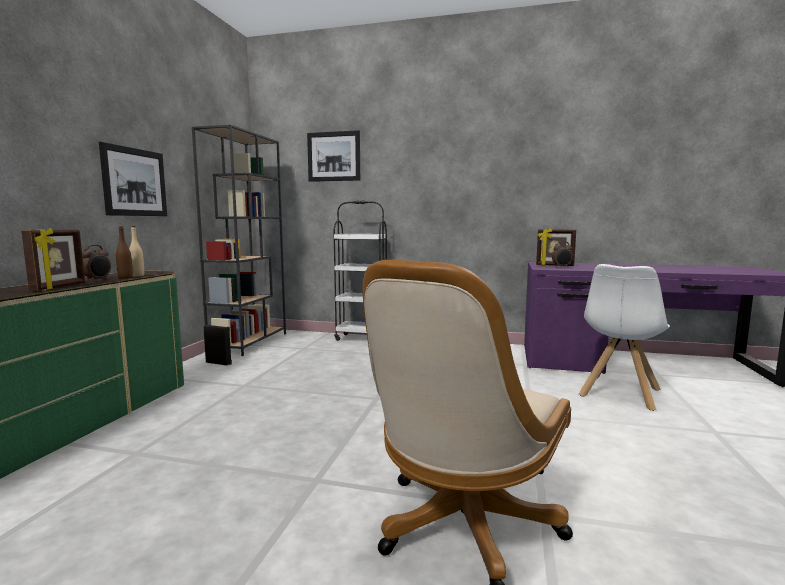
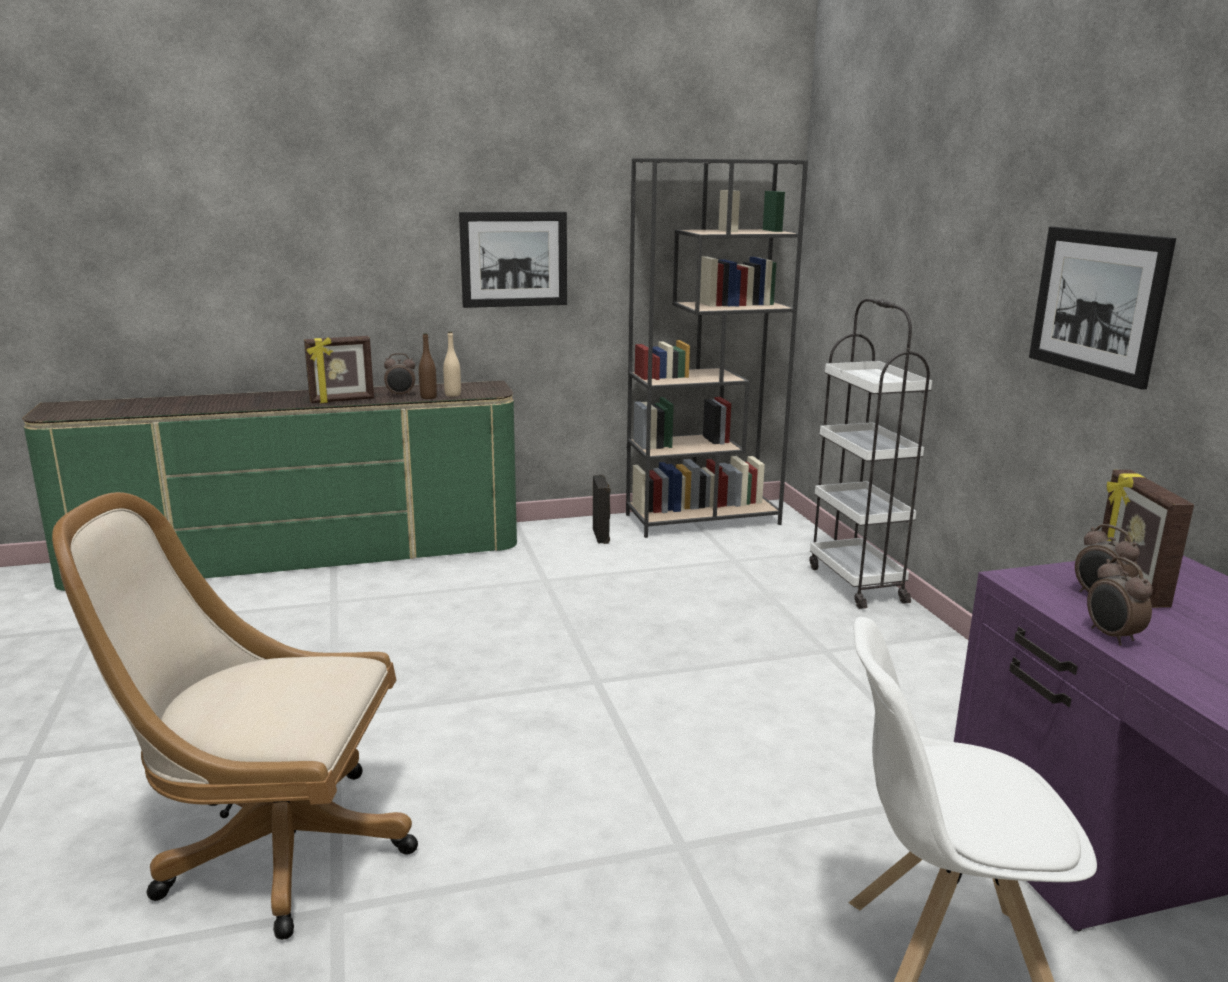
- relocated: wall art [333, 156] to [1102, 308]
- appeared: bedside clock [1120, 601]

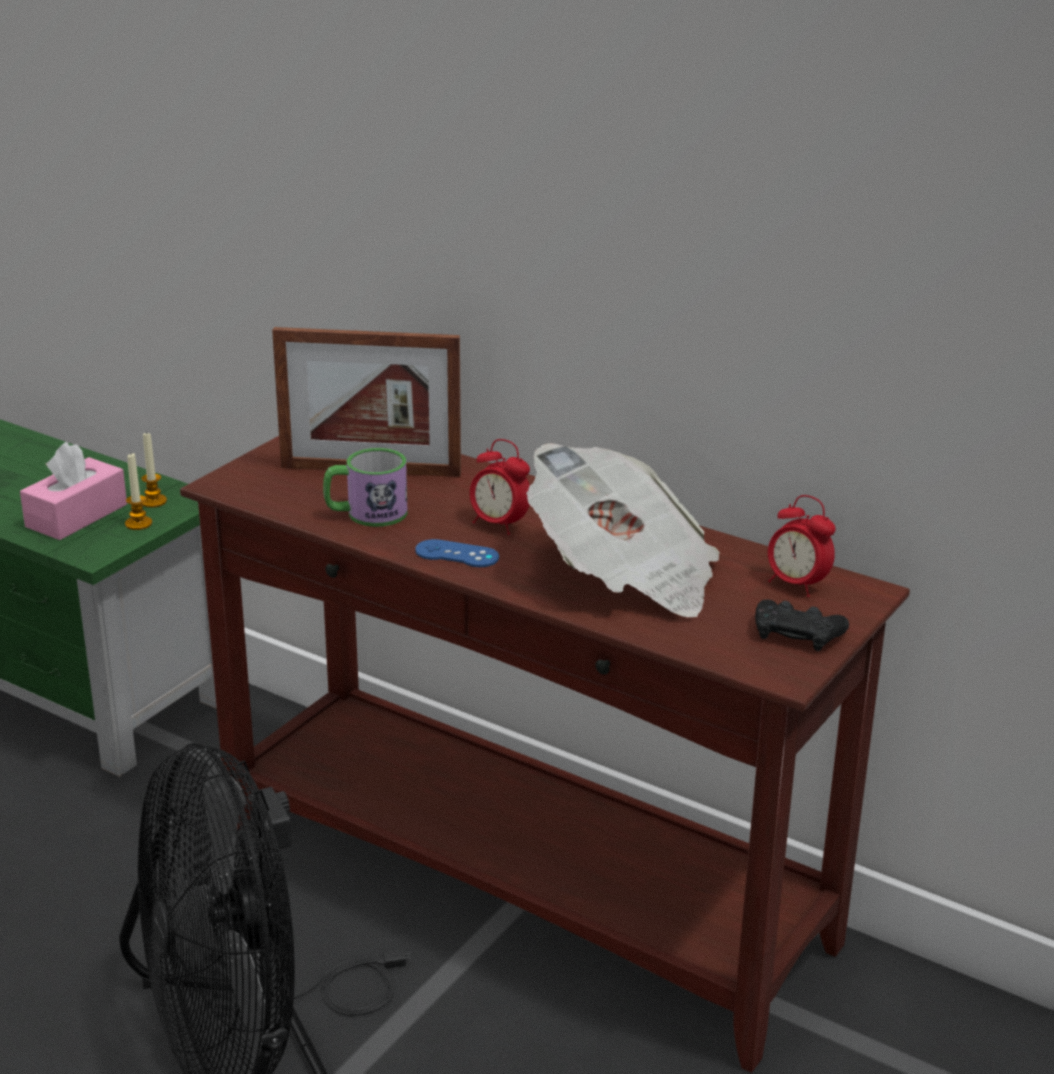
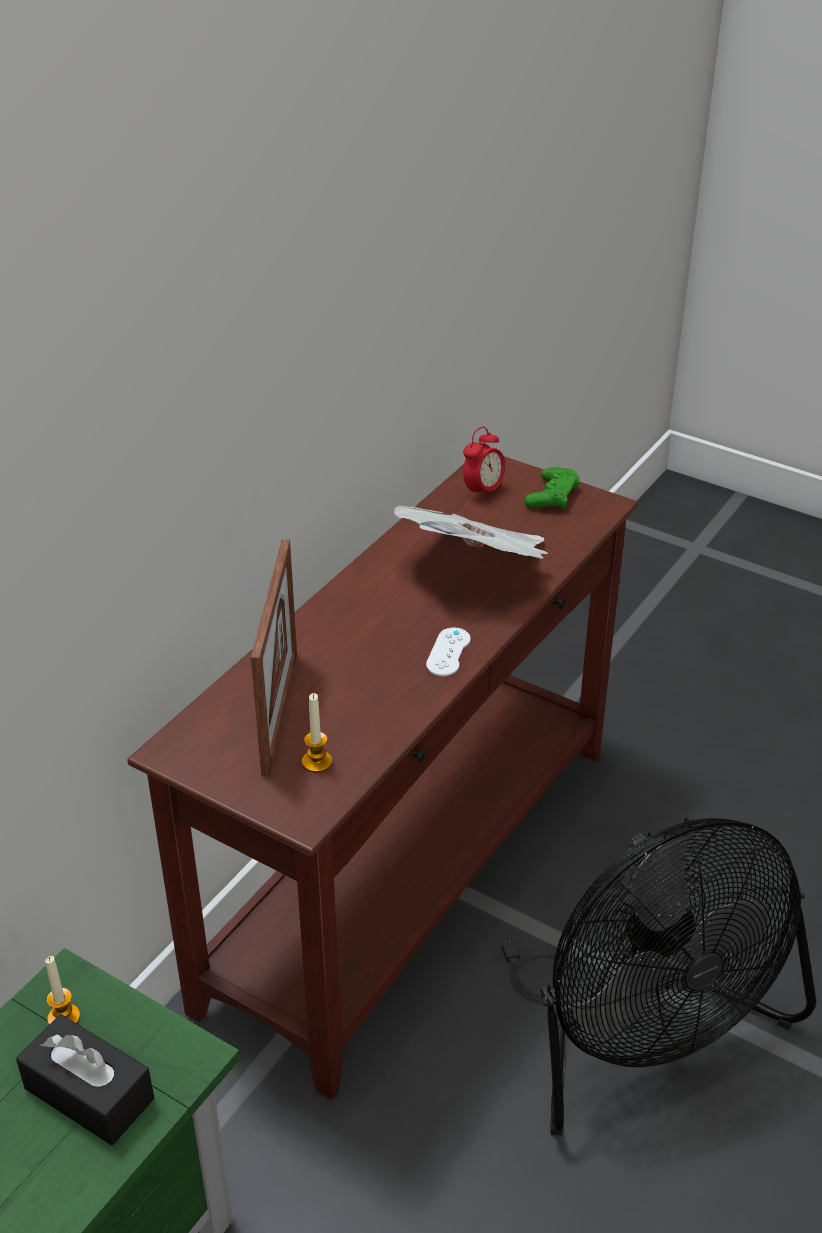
- colour: tissue holder (pink) [73, 491] to tissue holder (blackish) [85, 1079]
- relocated: wax candle [138, 492] to [317, 733]
- colour: joypad (blue) [457, 553] to joypad (white-coloured) [448, 651]
- colour: joypad (blackish) [802, 625] to joypad (green-coloured) [552, 488]
- missing: mug [365, 487]
- missing: bedside clock [500, 487]

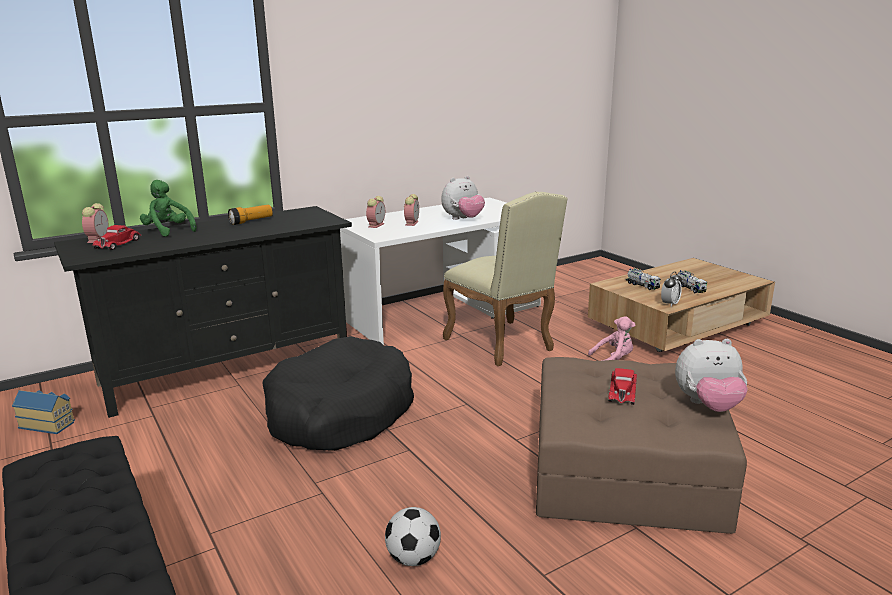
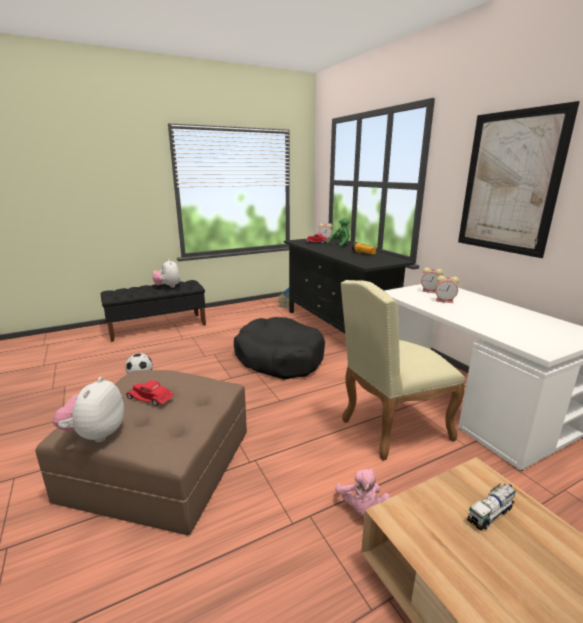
- relocated: cuddly toy [463, 198] to [166, 273]
- appeared: wall art [519, 179]
- missing: bedside clock [671, 289]
- missing: toy lorry [692, 281]

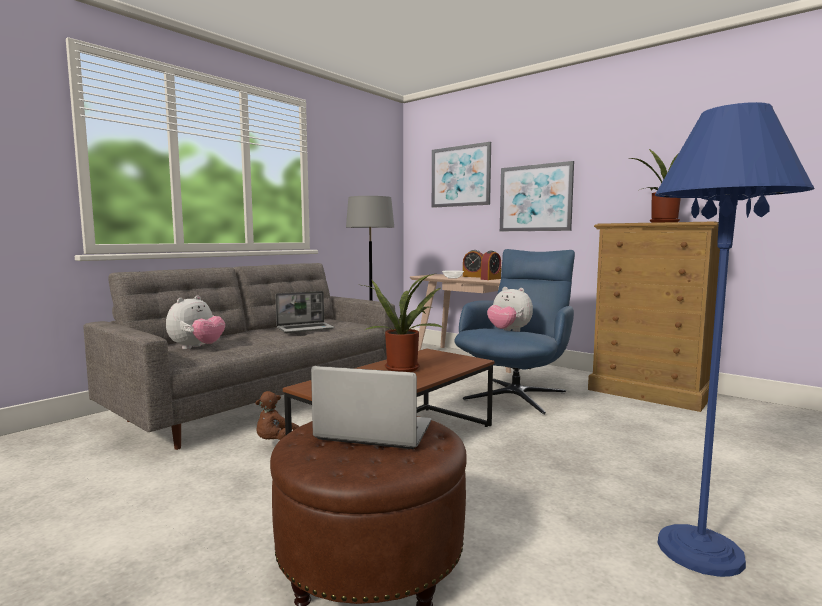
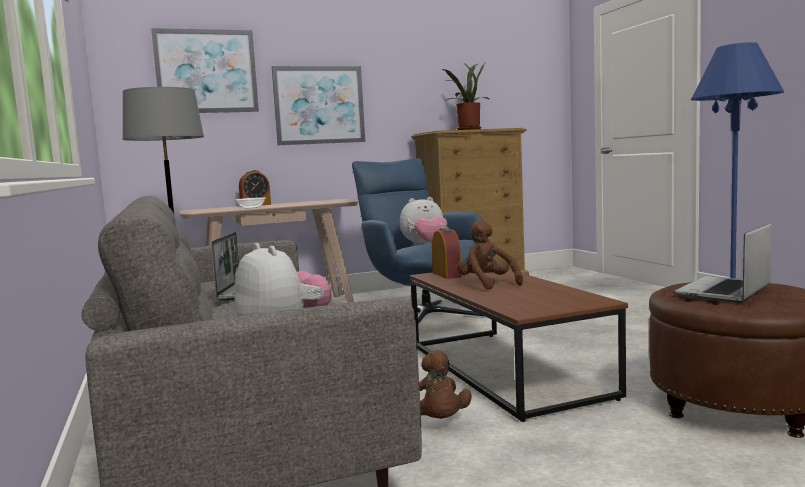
- relocated: bedside clock [491, 265] to [447, 253]
- exchanged: houseplant [403, 323] to cuddly toy (brown) [490, 255]

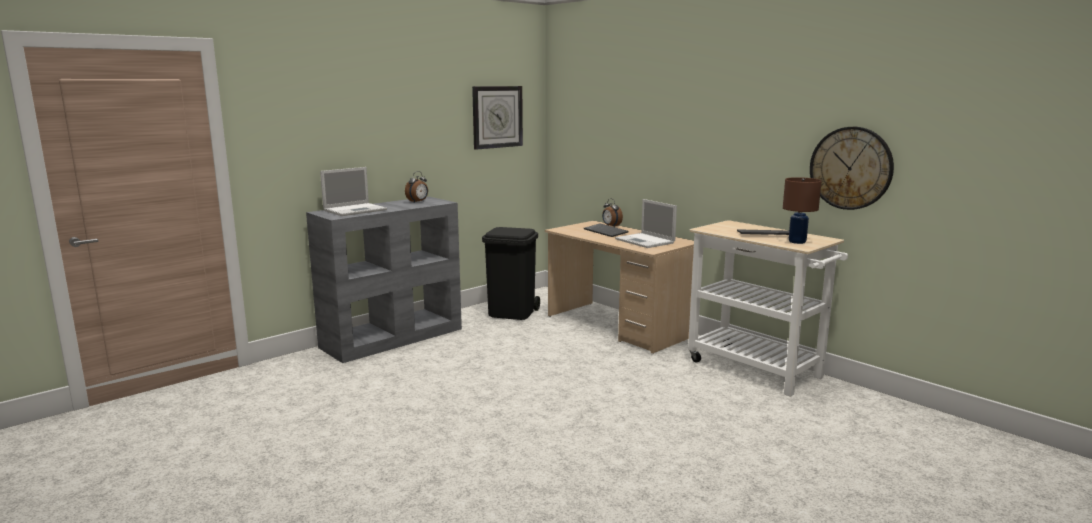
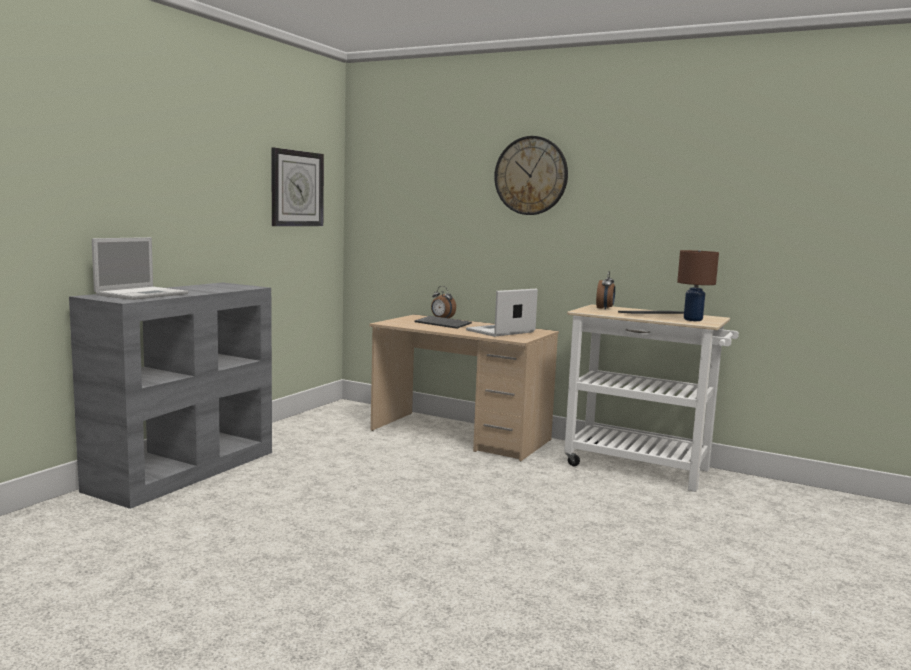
- spun: notebook computer [646, 223] = [502, 313] 105 degrees clockwise
- relocated: hanging clock [852, 168] to [531, 175]
- relocated: bedside clock [416, 187] to [605, 290]
- missing: rubbish bin (blackish) [511, 273]

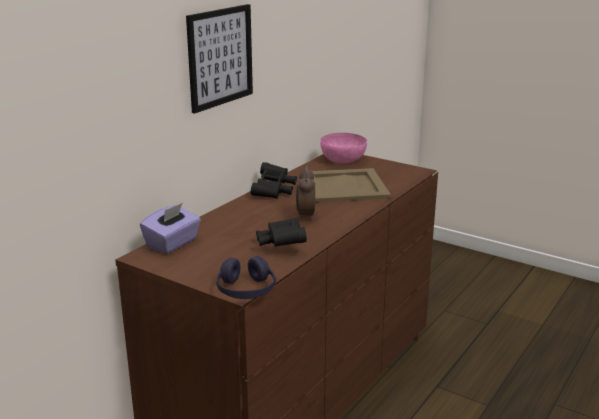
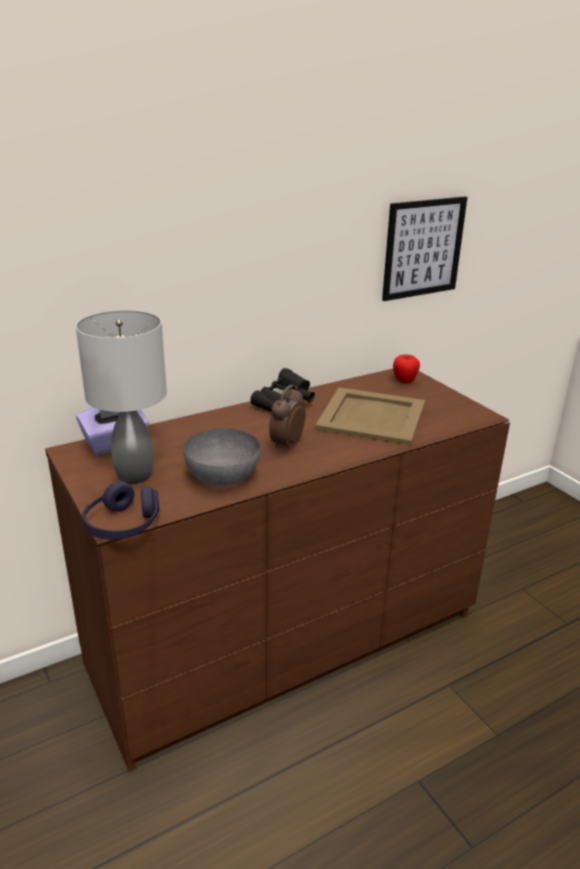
- appeared: tabletop lamp (grey) [121, 397]
- exchanged: field glasses (blackish) [281, 232] to bowl (grey) [221, 457]
- relocated: wall art [219, 59] to [424, 249]
- exchanged: bowl (pink) [343, 148] to apple fruit [406, 369]

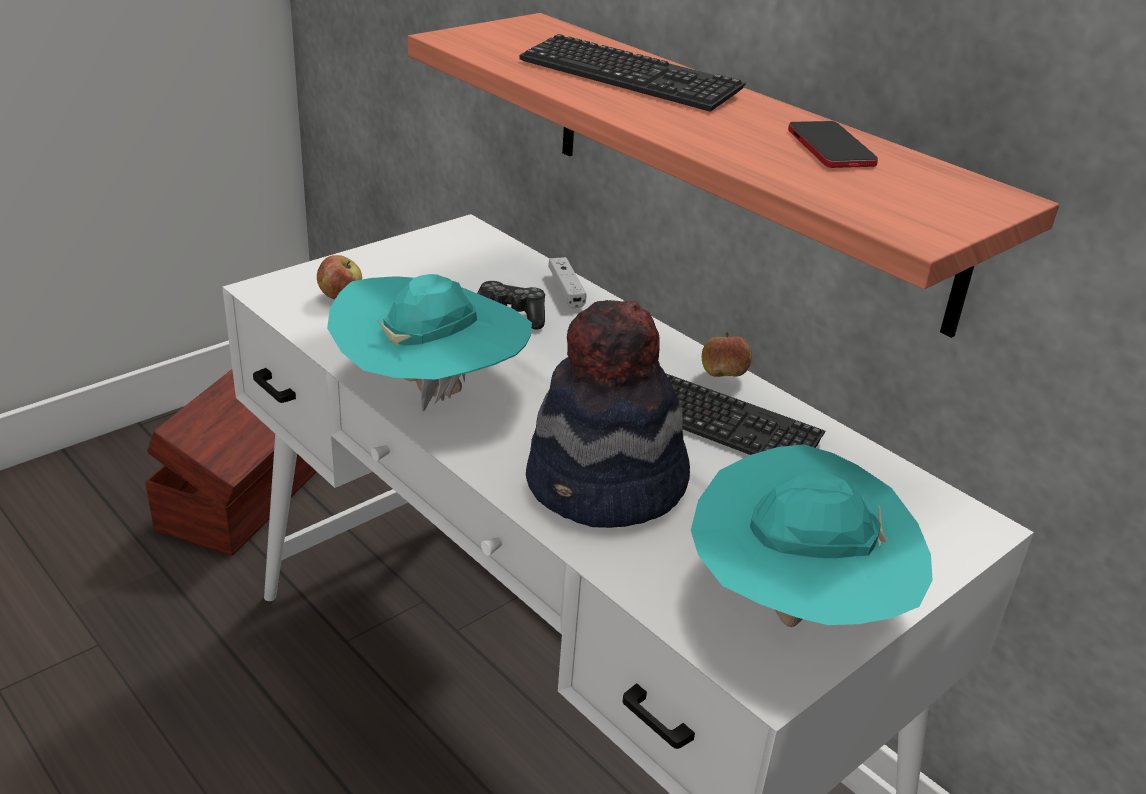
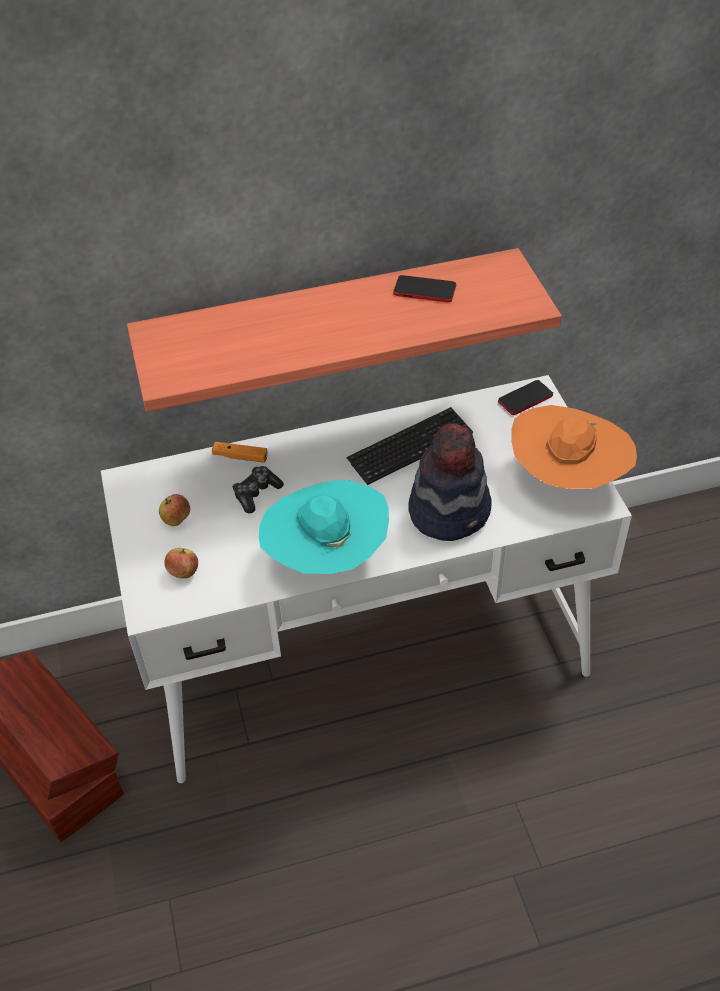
- relocated: apple fruit [727, 354] to [174, 510]
- colour: joypad (white-coloured) [567, 282] to joypad (orange-coloured) [239, 452]
- appeared: phone [525, 397]
- colour: hat (turquoise) [812, 535] to hat (orange-coloured) [574, 447]
- missing: PC keyboard [632, 72]

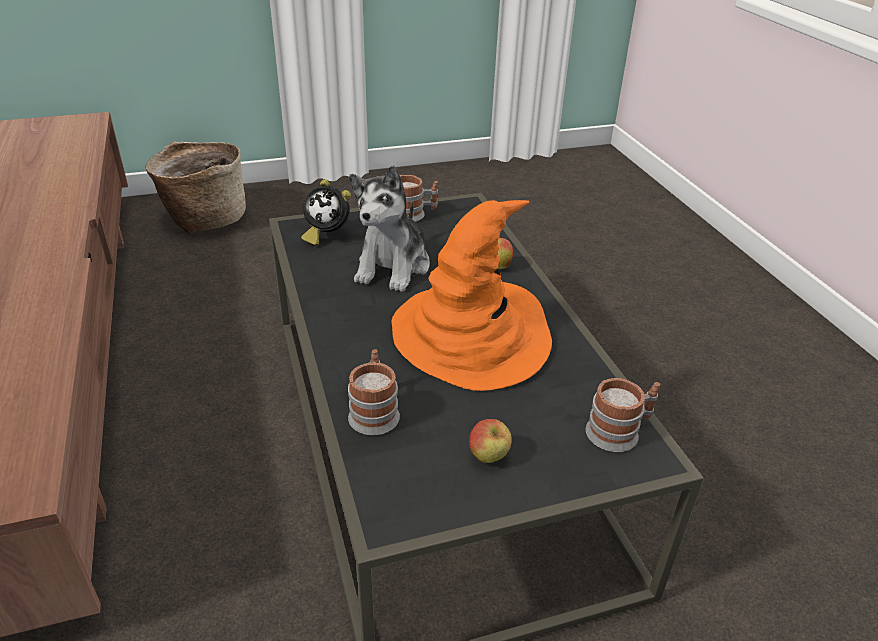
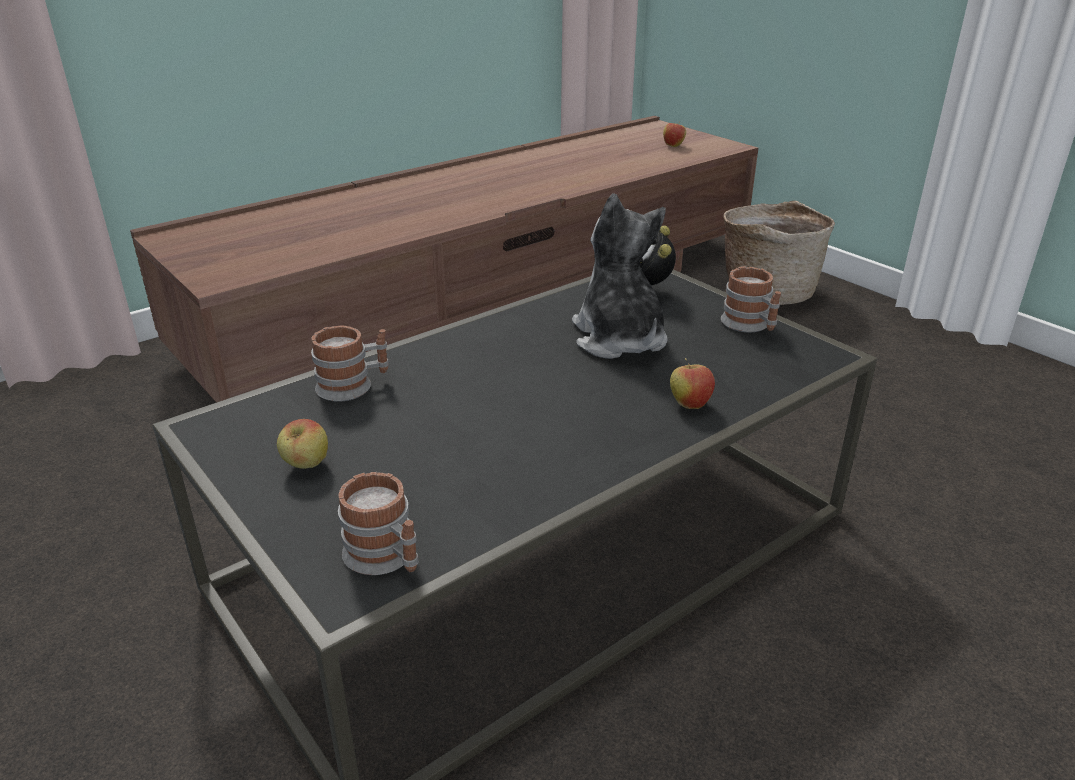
- spun: cuddly toy [389, 228] = [620, 276] 75 degrees clockwise
- appeared: apple fruit [674, 134]
- missing: hat (orange-coloured) [471, 295]

